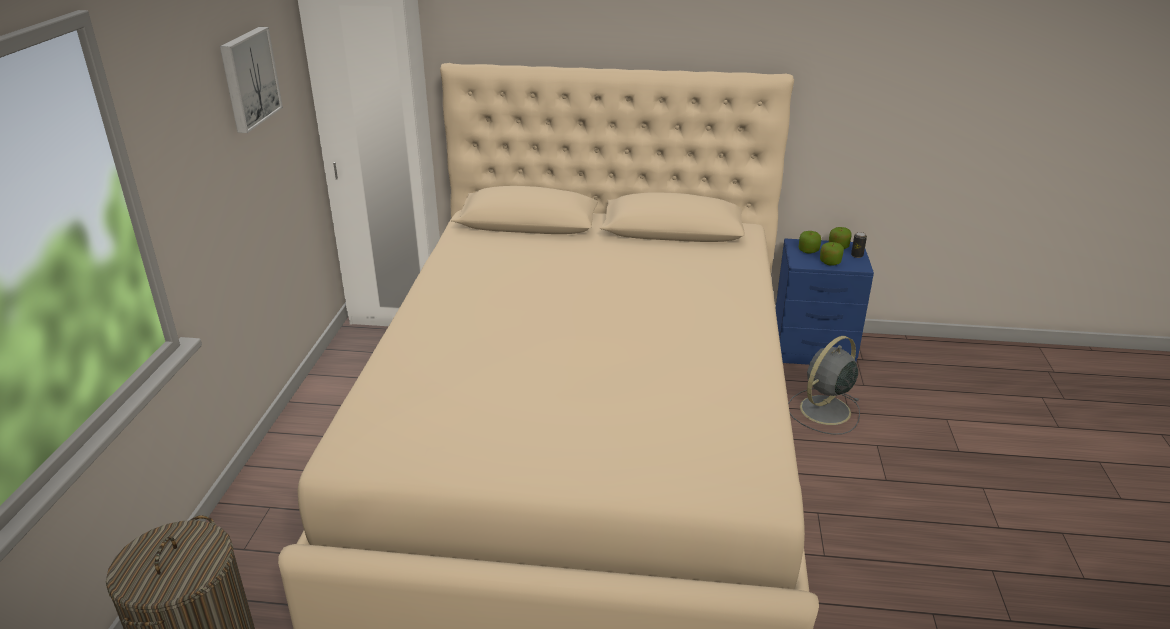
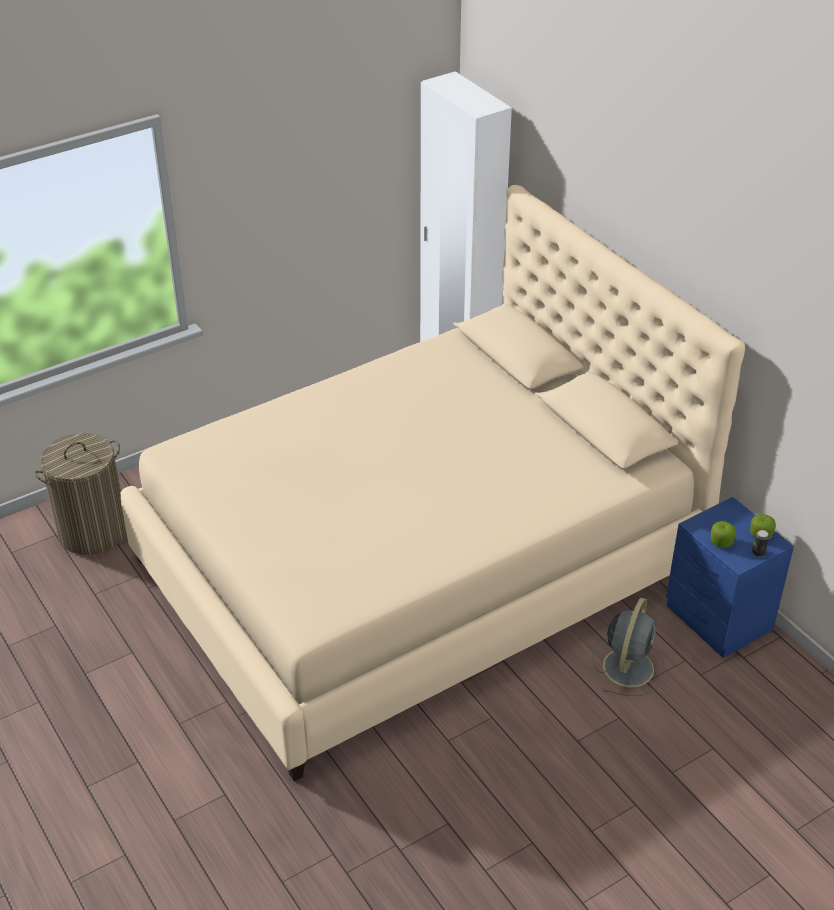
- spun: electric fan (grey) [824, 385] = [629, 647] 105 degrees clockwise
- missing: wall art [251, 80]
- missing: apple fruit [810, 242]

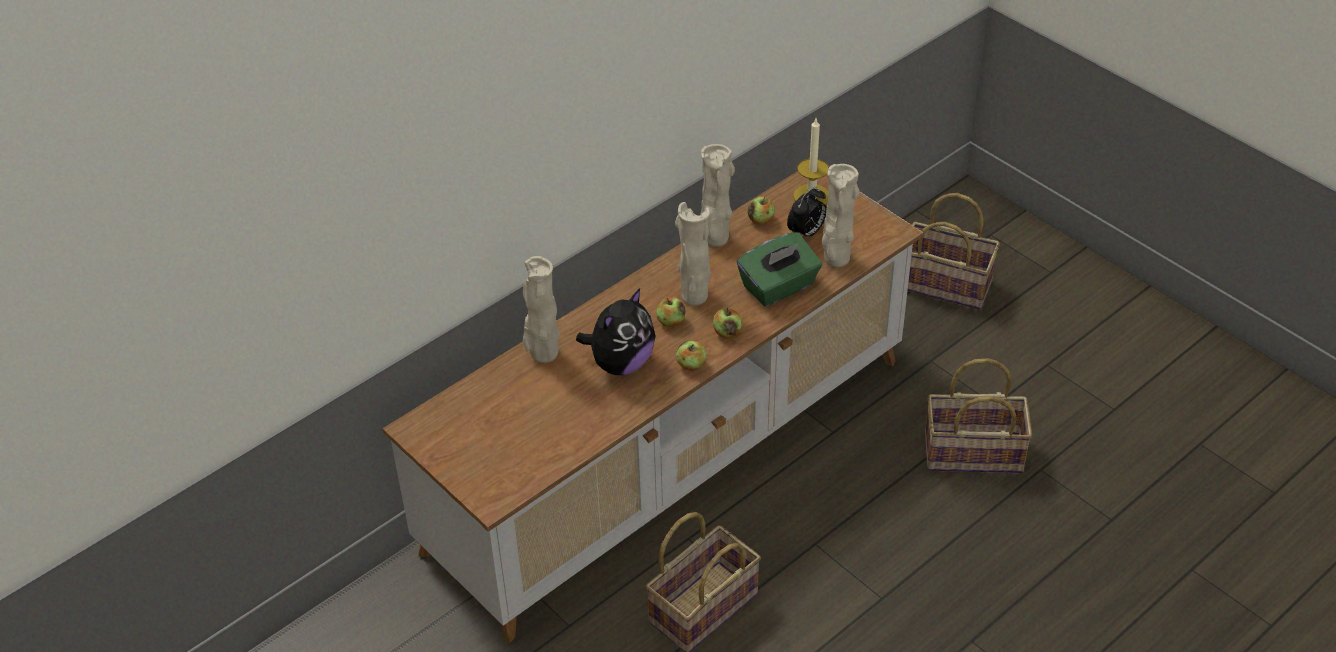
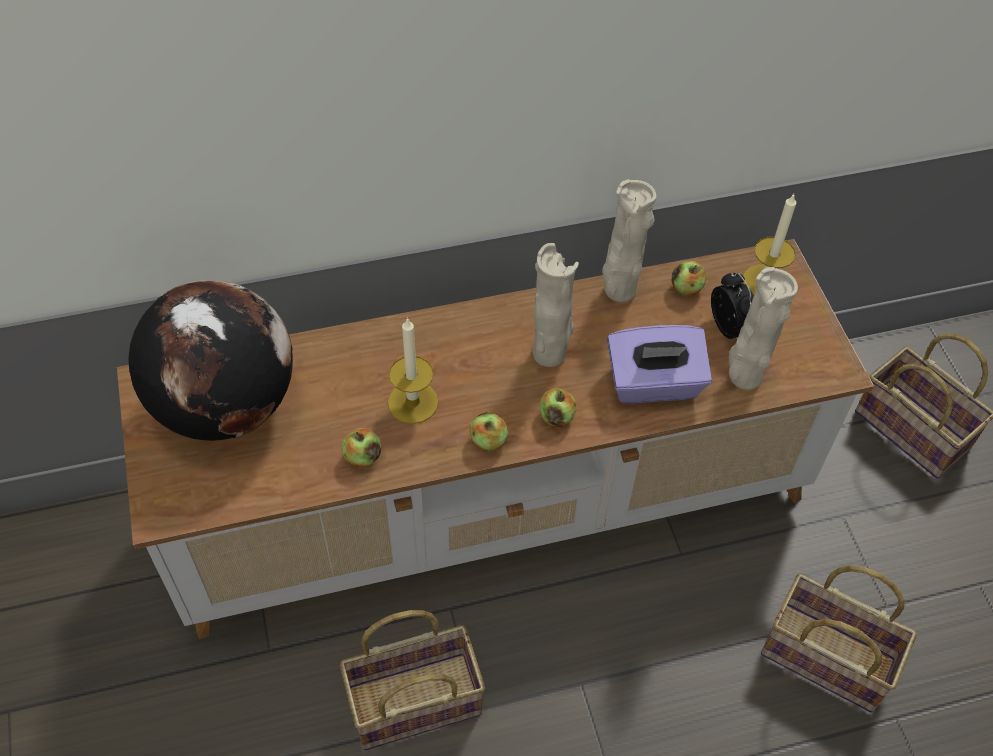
- appeared: desk globe [210, 360]
- relocated: apple fruit [671, 312] to [361, 447]
- exchanged: cuddly toy [616, 331] to wax candle [413, 370]
- colour: tissue holder (green-coloured) [779, 269] to tissue holder (purple-coloured) [659, 364]
- spun: bedside clock [807, 211] = [732, 306] 90 degrees counterclockwise
- missing: vase (beige) [541, 309]

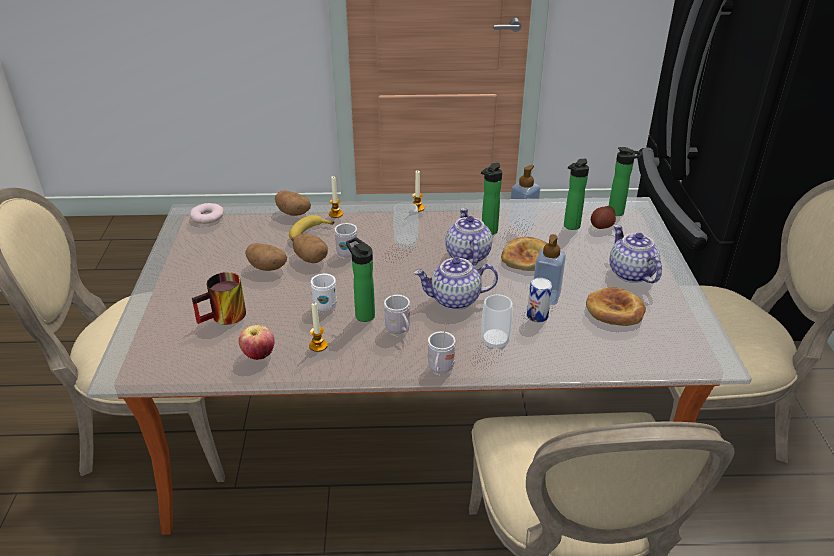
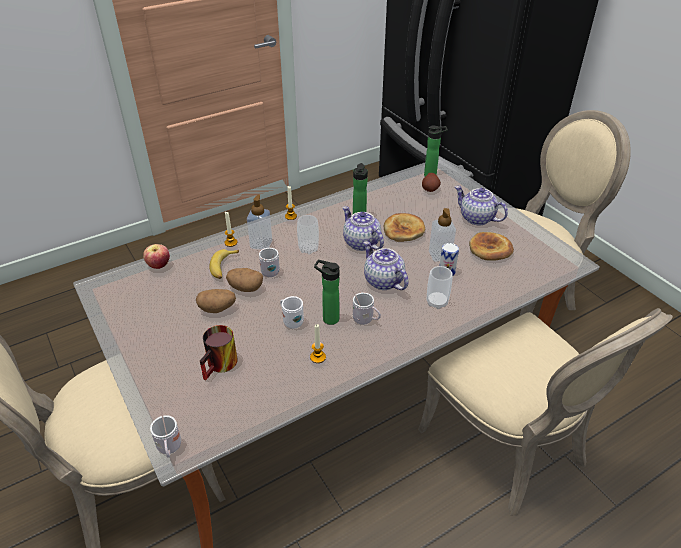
- relocated: apple fruit [257, 342] to [156, 256]
- relocated: mug (white-coloured) [442, 348] to [165, 433]
- relocated: liquid soap bottle [524, 198] to [259, 222]
- spun: tea pot [456, 284] = [386, 265] 90 degrees clockwise
- missing: donut [207, 213]
- missing: potato [293, 203]
- missing: bottle [576, 194]

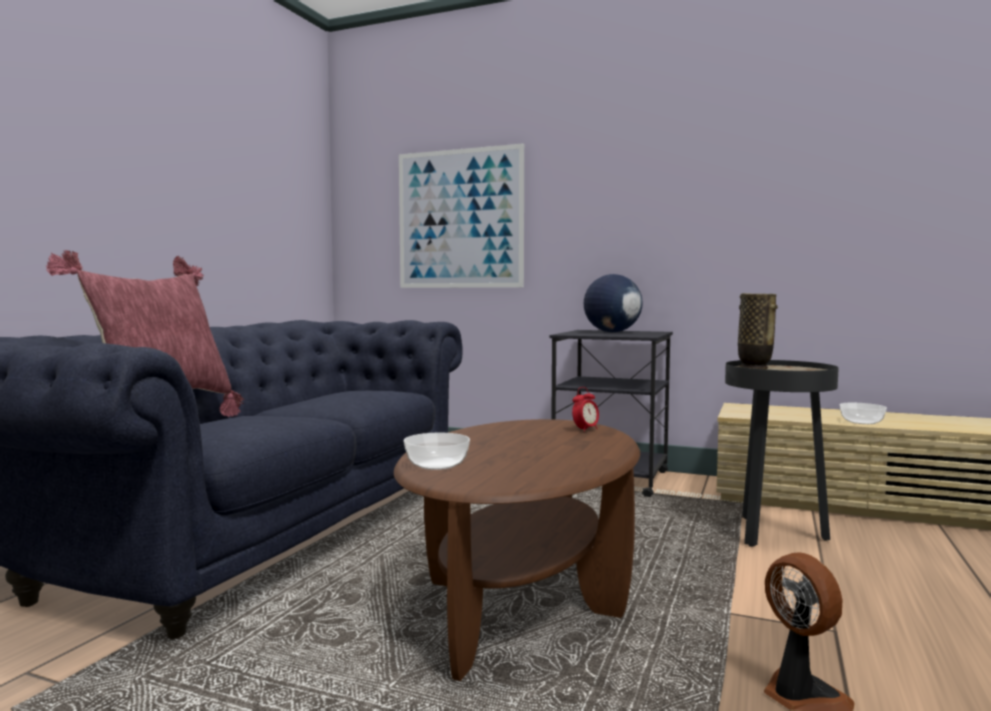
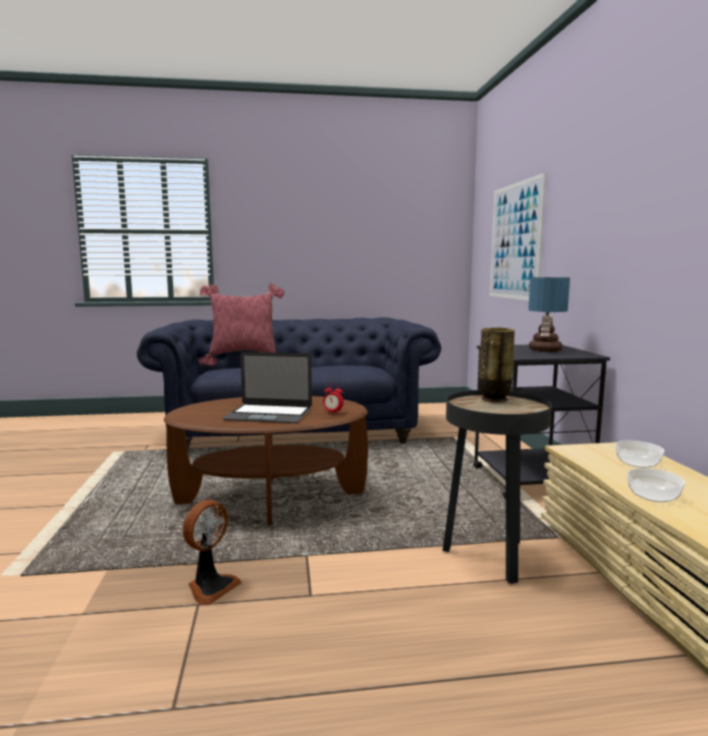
- appeared: notebook computer [267, 387]
- exchanged: desk globe [613, 303] to tabletop lamp [549, 314]
- relocated: bowl [437, 451] to [640, 454]

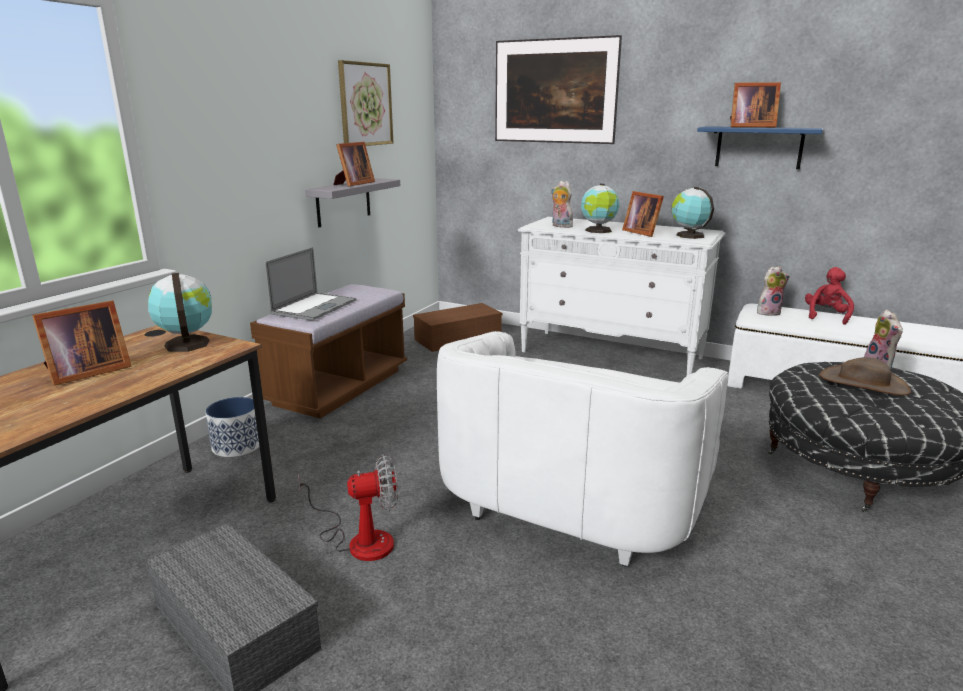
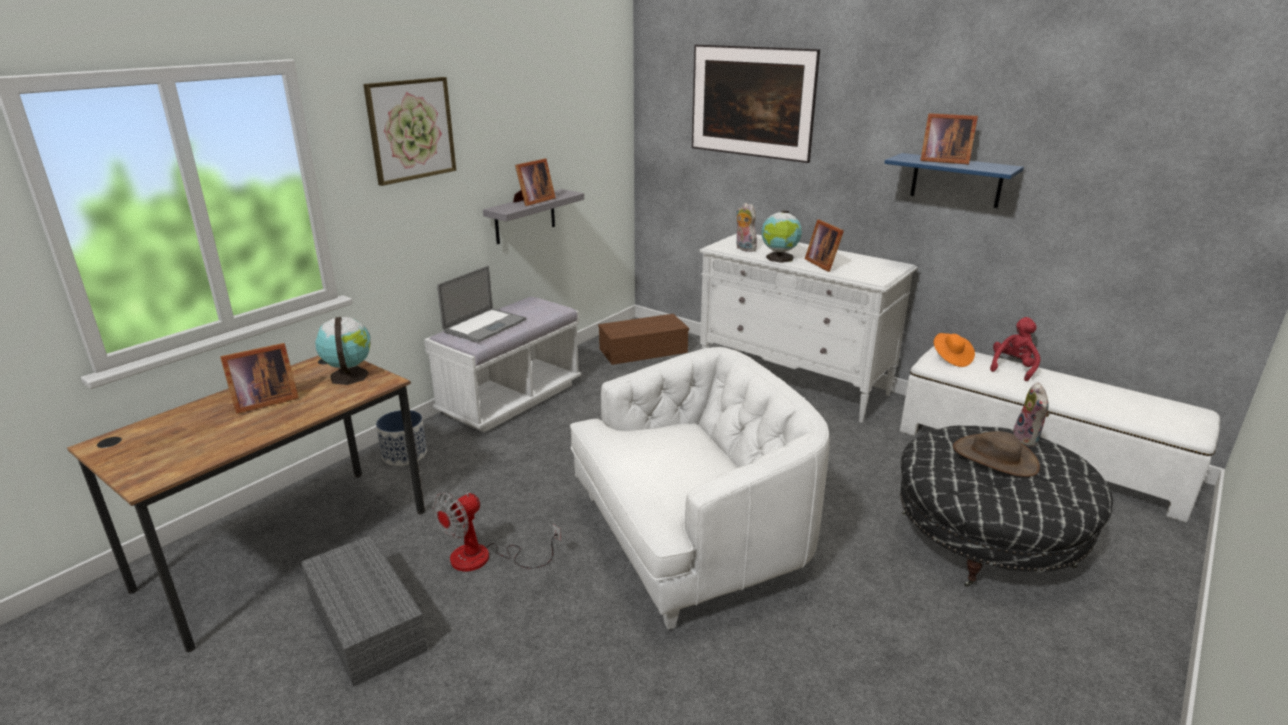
- relocated: wall art [365, 103] to [409, 131]
- colour: bench (brown) [328, 351] to bench (white-coloured) [502, 364]
- spun: electric fan [348, 507] = [496, 531] 135 degrees clockwise
- spun: armchair (white-coloured) [582, 448] = [699, 488] 150 degrees counterclockwise
- exchanged: cuddly toy [773, 291] to hat (orange-coloured) [954, 350]
- missing: desk globe [692, 213]

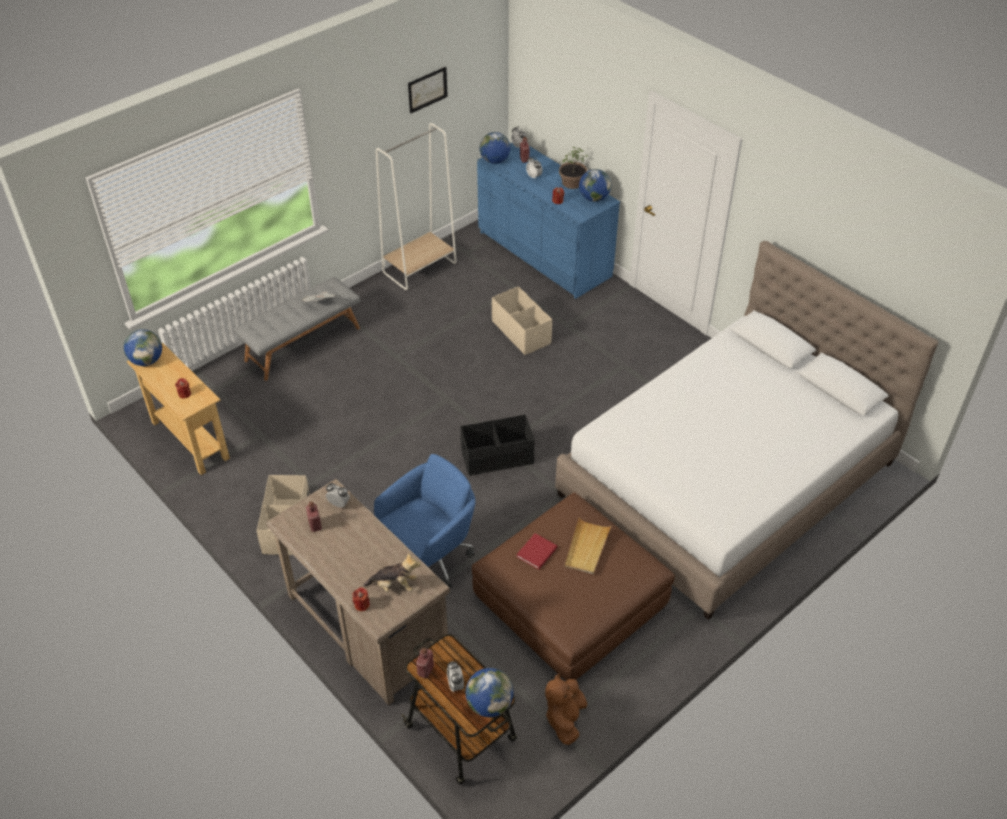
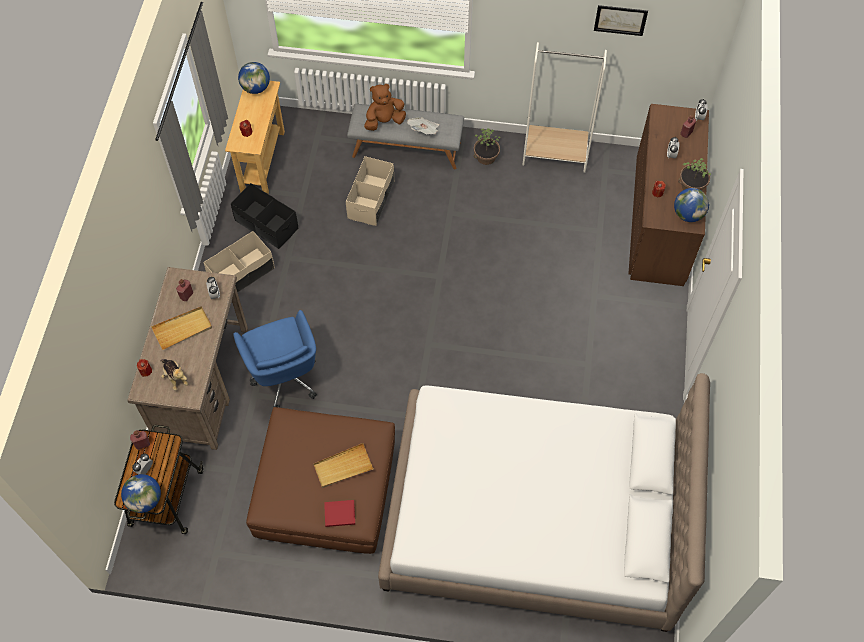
- appeared: serving tray (beige) [181, 328]
- relocated: storage bin (blackish) [497, 445] to [264, 216]
- spun: desk chair (blue) [425, 521] = [275, 359] 60 degrees clockwise
- relocated: bound book (reddish) [536, 551] to [339, 513]
- relocated: storage bin (beige) [522, 320] to [370, 191]
- relocated: cuddly toy (brown) [566, 709] to [385, 107]
- appeared: houseplant [487, 147]
- colour: drawer chest (blue) [548, 221] to drawer chest (brown) [668, 195]
- missing: desk globe [494, 148]

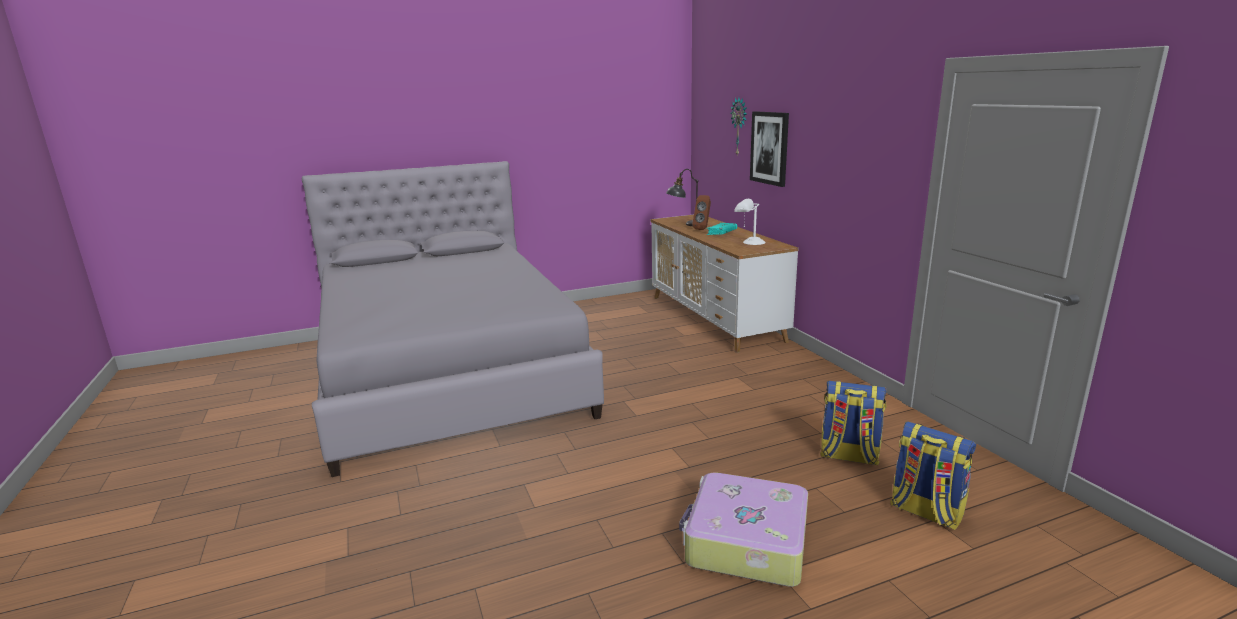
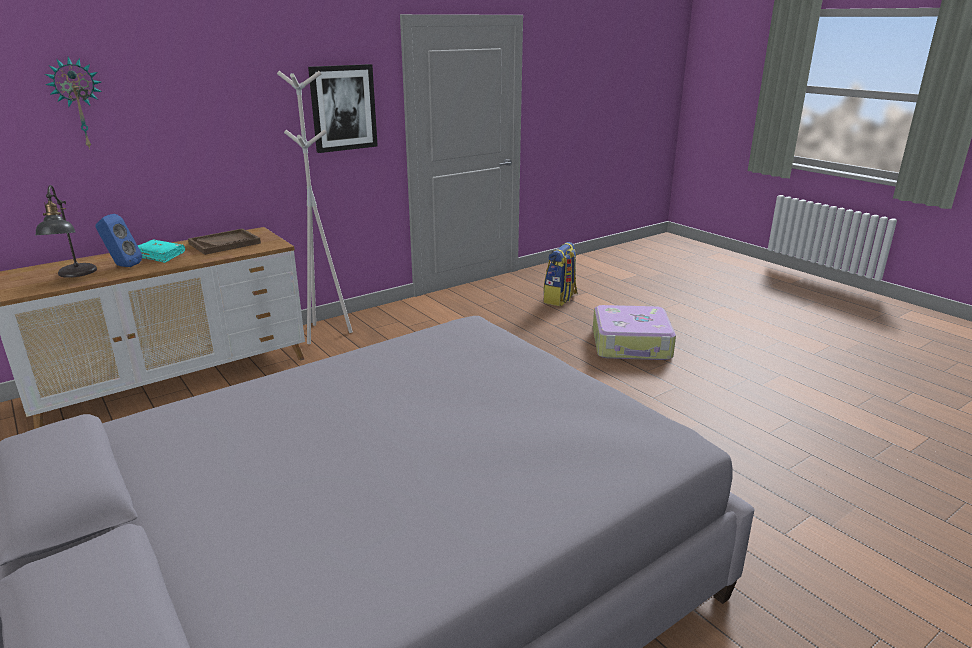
- colour: audio speaker (brown) [701, 212] to audio speaker (blue) [119, 240]
- exchanged: tabletop lamp (white-coloured) [750, 222] to serving tray (brown) [224, 242]
- appeared: clothes rack (grey) [315, 207]
- relocated: wall art [769, 149] to [343, 108]
- missing: knapsack [853, 423]

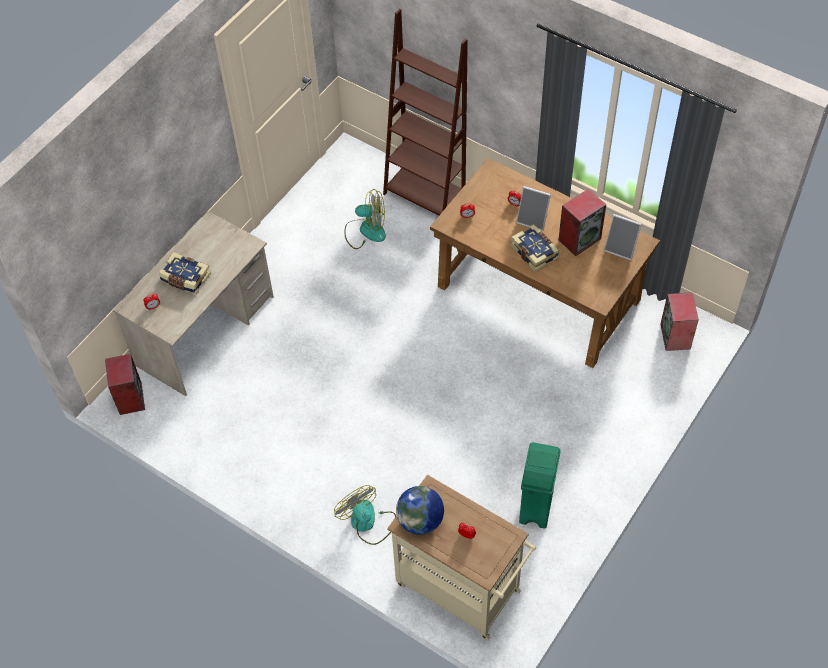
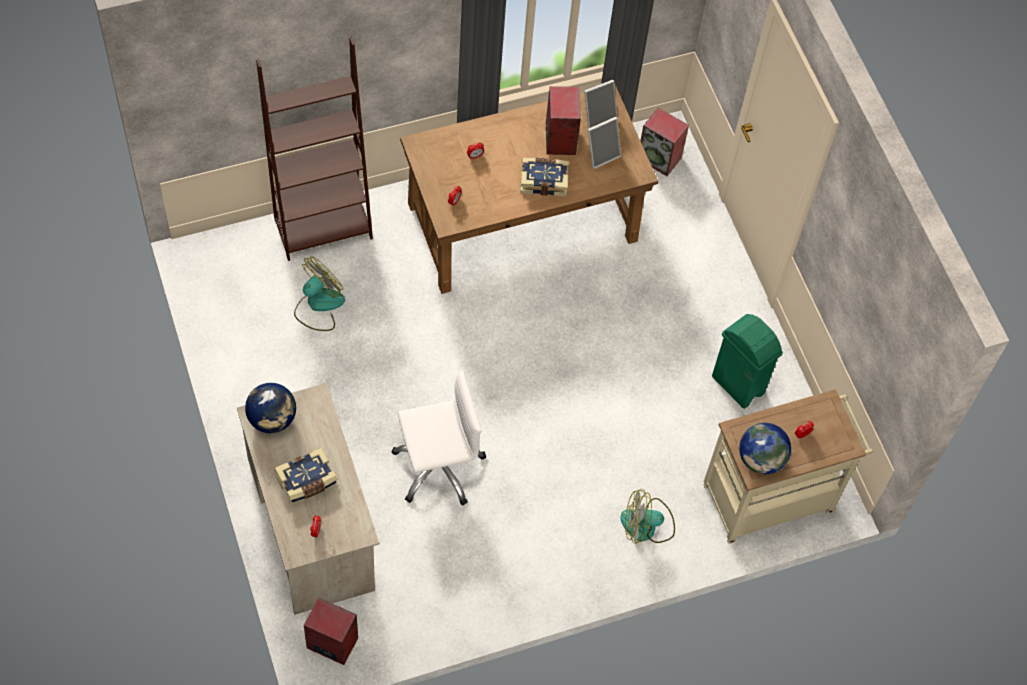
- appeared: desk globe [270, 408]
- appeared: desk chair (white-coloured) [439, 438]
- relocated: picture frame [533, 208] to [604, 143]

